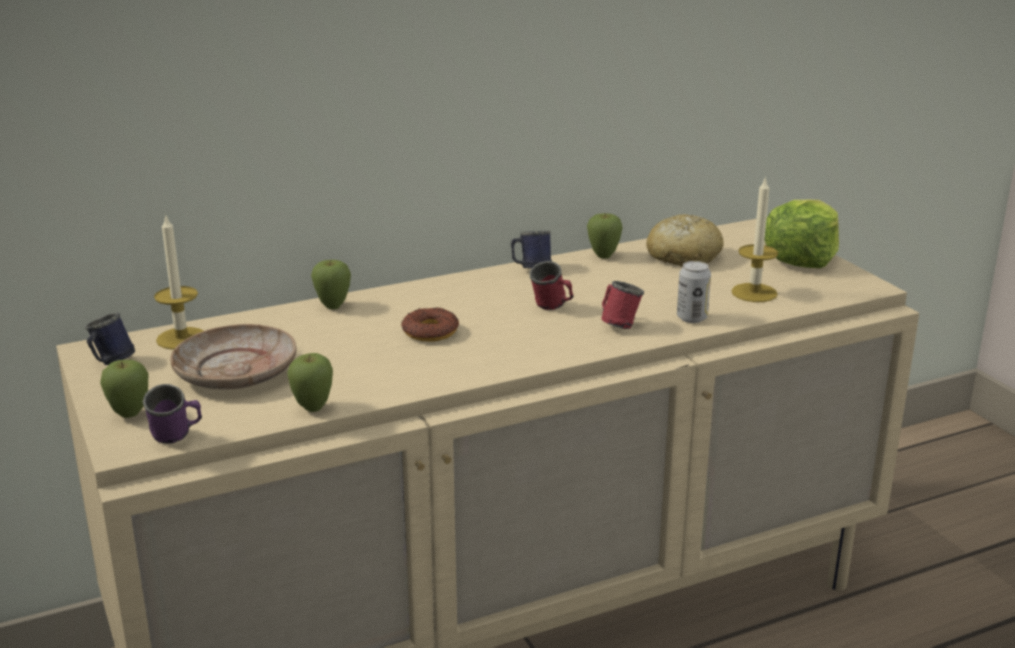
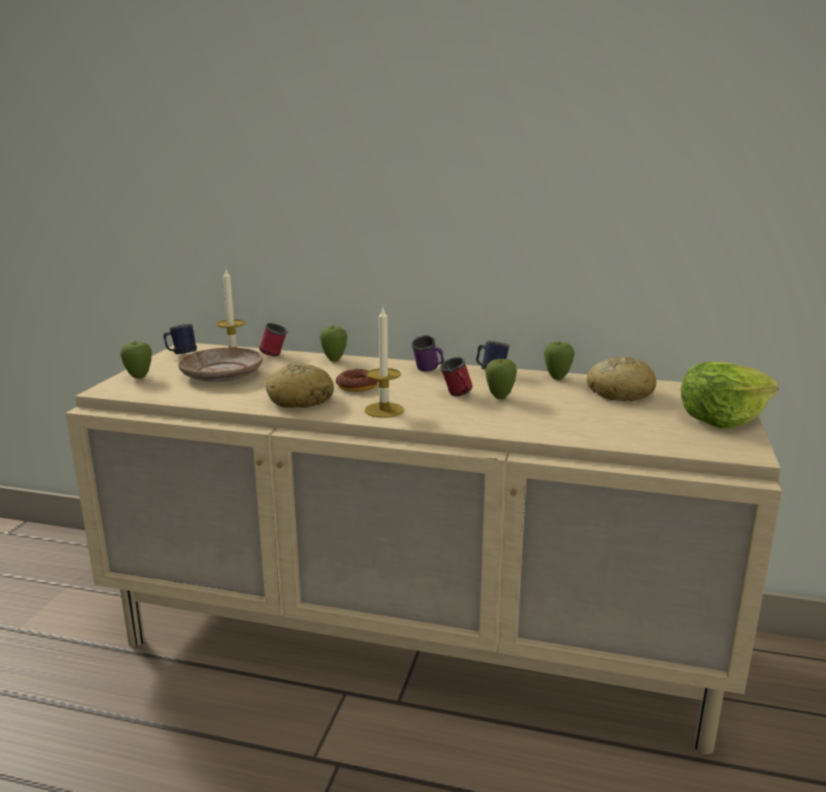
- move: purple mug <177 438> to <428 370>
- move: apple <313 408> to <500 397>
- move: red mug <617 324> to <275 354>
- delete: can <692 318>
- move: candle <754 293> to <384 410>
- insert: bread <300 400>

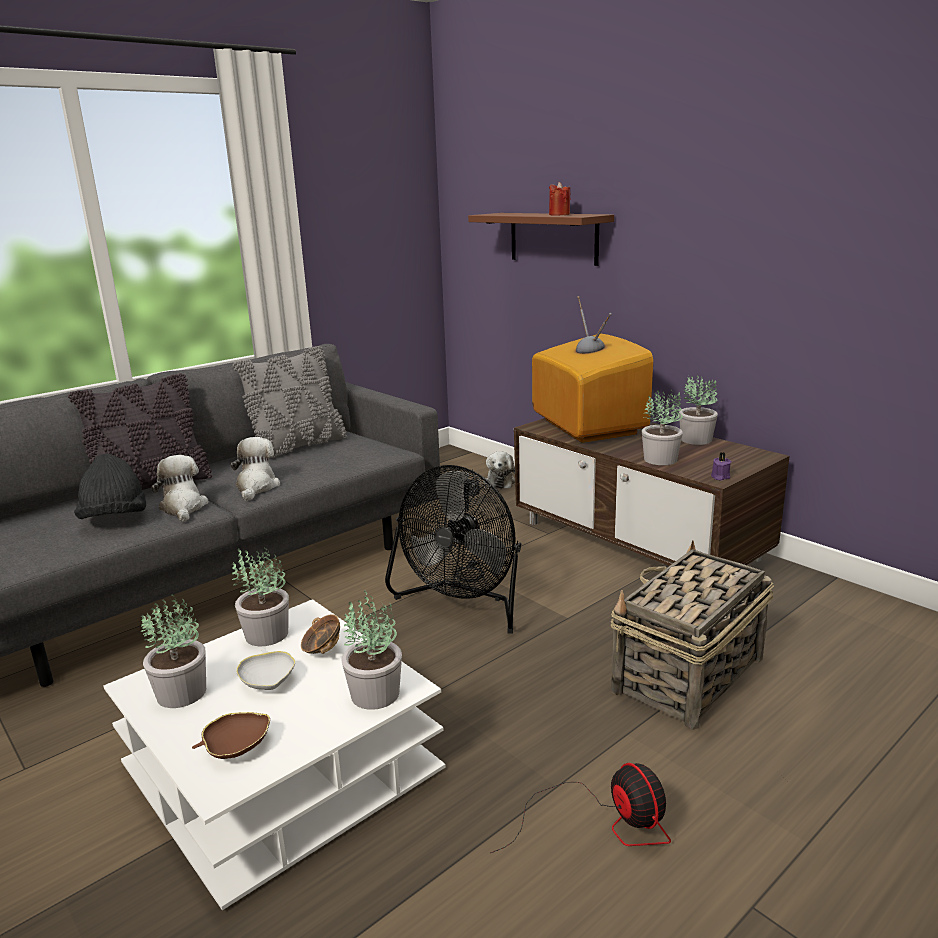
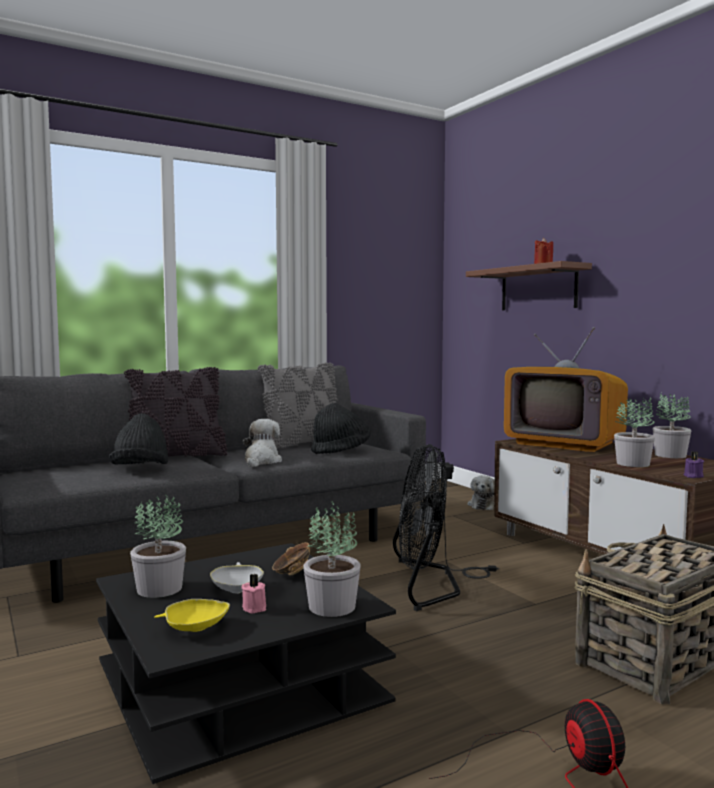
- recolor: white coffee table <281 767> to black coffee table <238 682>
- delete: plush toy <183 508>
- recolor: brown bowl <236 747> to yellow bowl <194 628>
- delete: potted plant <265 634>
- rotate: black fan <461 600> = <433 581> 45 degrees clockwise
- rotate: television <588 427> = <564 443> 135 degrees clockwise
- insert: pink candle <255 607>
- insert: black hat <341 451>

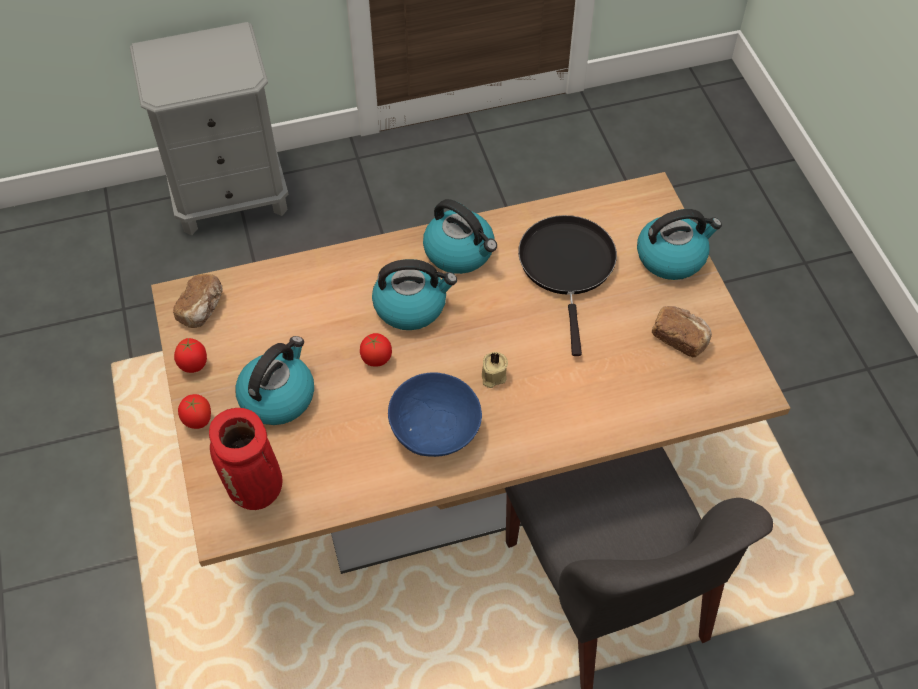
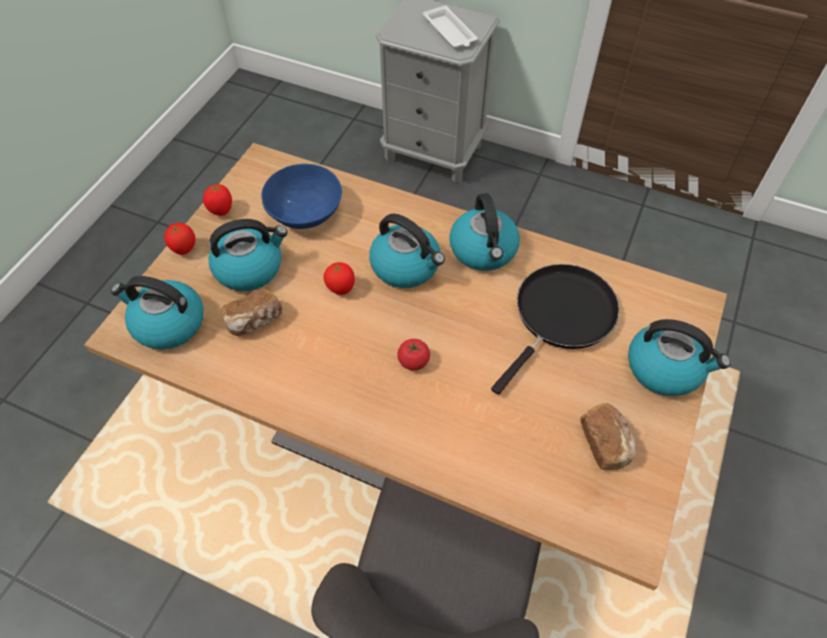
- move: bread <202 309> to <255 322>
- replace: red vase <257 491> to kettle <167 324>
- move: blue bowl <435 430> to <306 213>
- replace: beige candle <492 376> to tomato <413 361>
- insert: white tray <450 32>

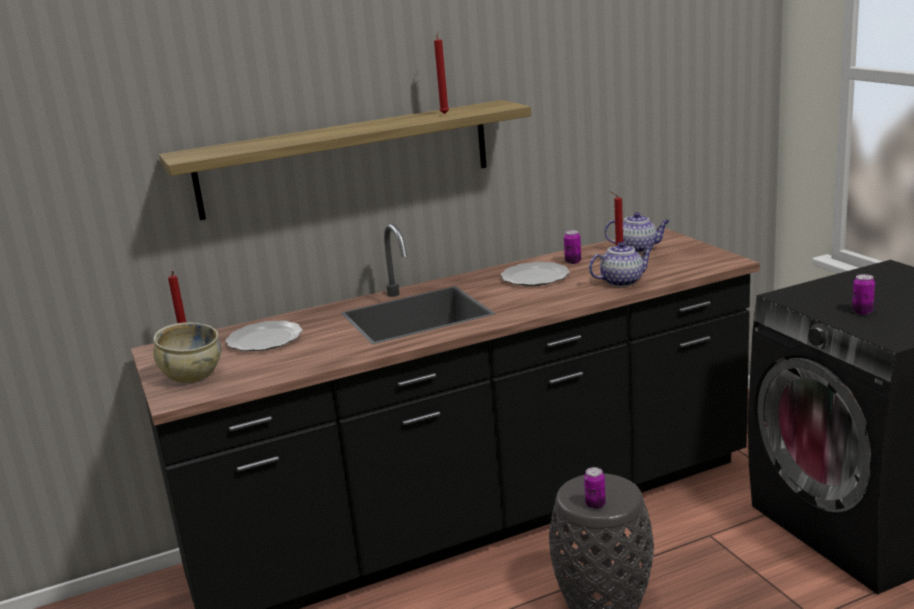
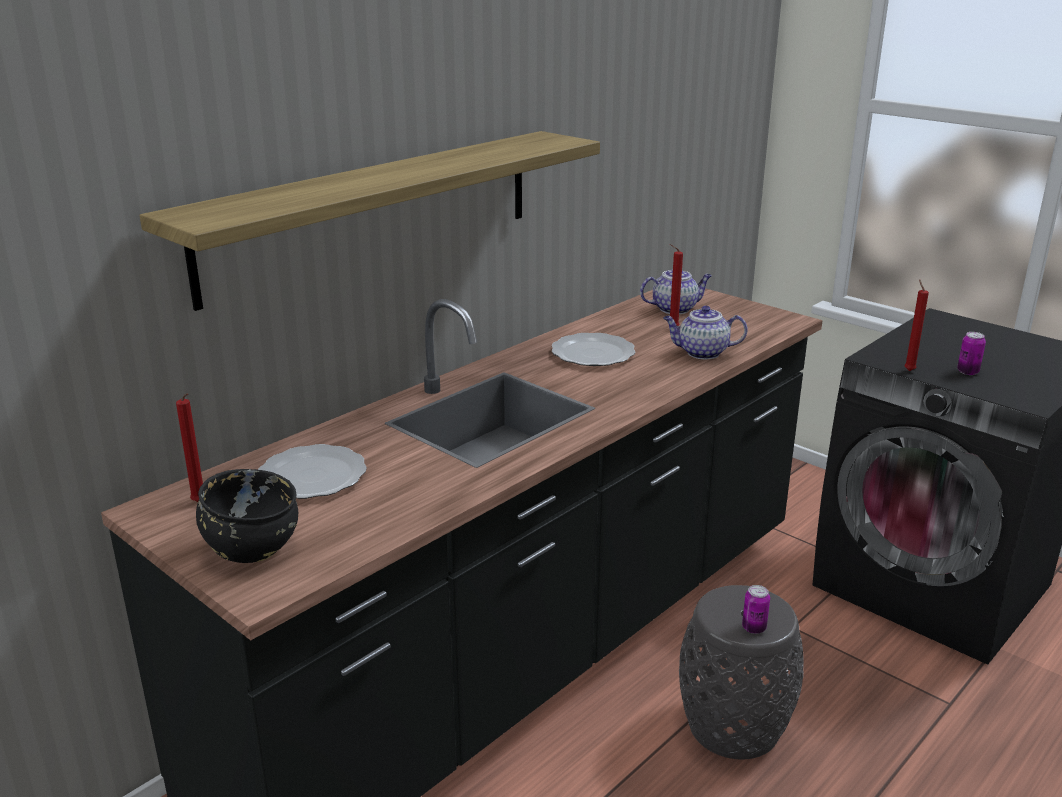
- recolor: beige bowl <192 375> to black bowl <251 548>
- move: red candle <445 113> to <908 370>
- delete: can <573 262>
- rotate: teapot <622 281> = <701 353> 135 degrees counterclockwise

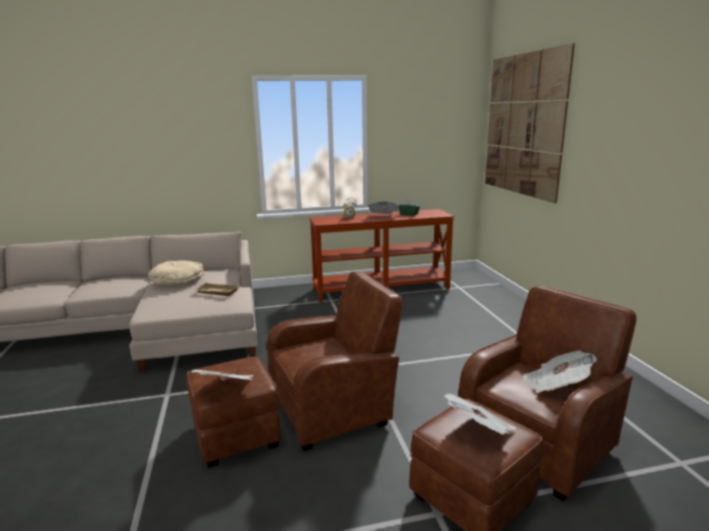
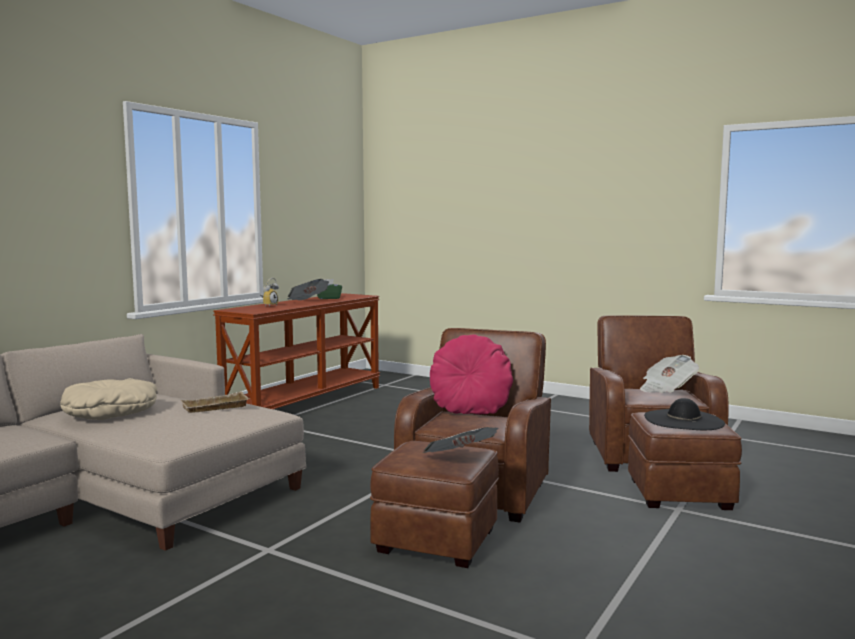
- replace: newspaper <479 430> to black hat <683 420>
- delete: picture <523 125>
- insert: pink pillow <470 412>

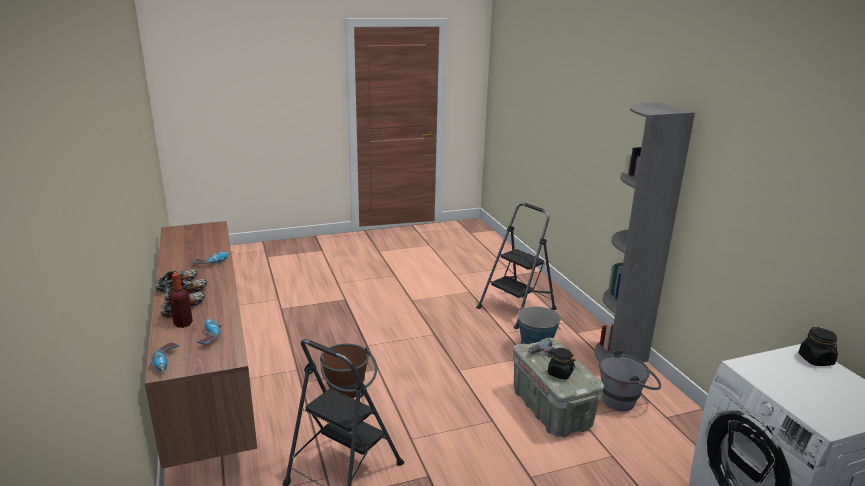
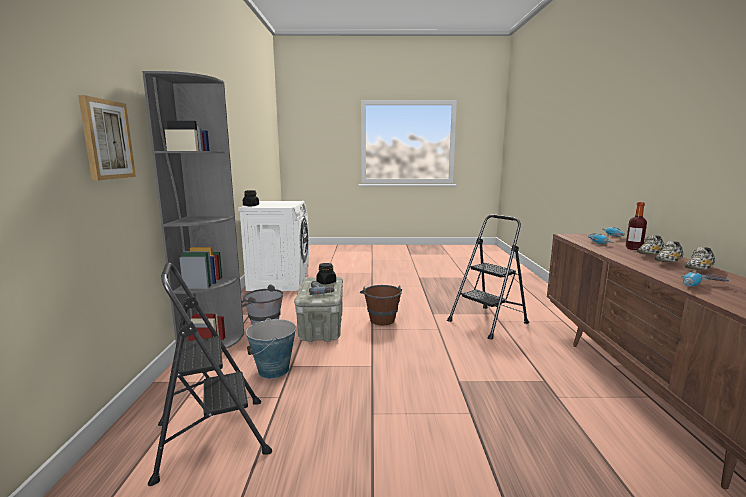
- move: brown bucket <348 394> to <381 318>
- insert: picture <106 140>

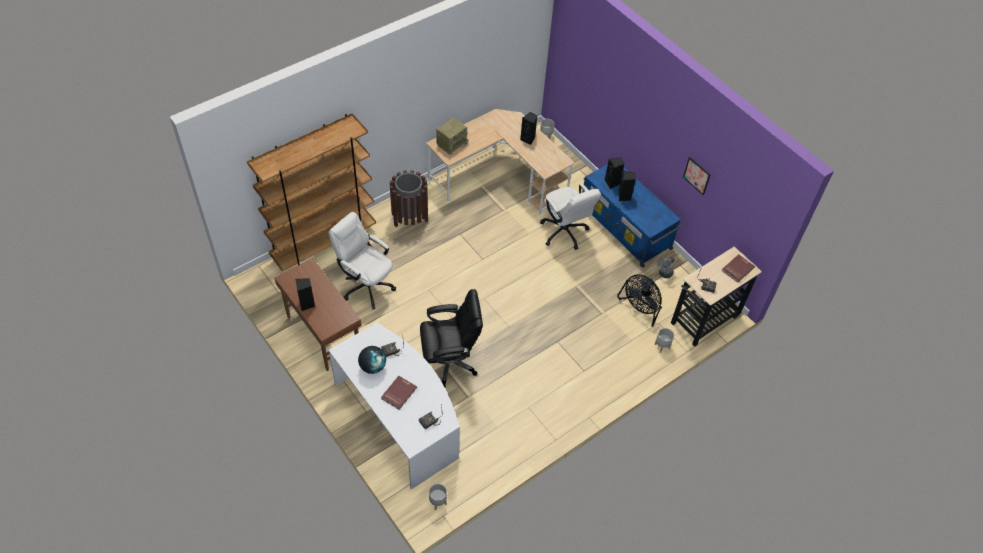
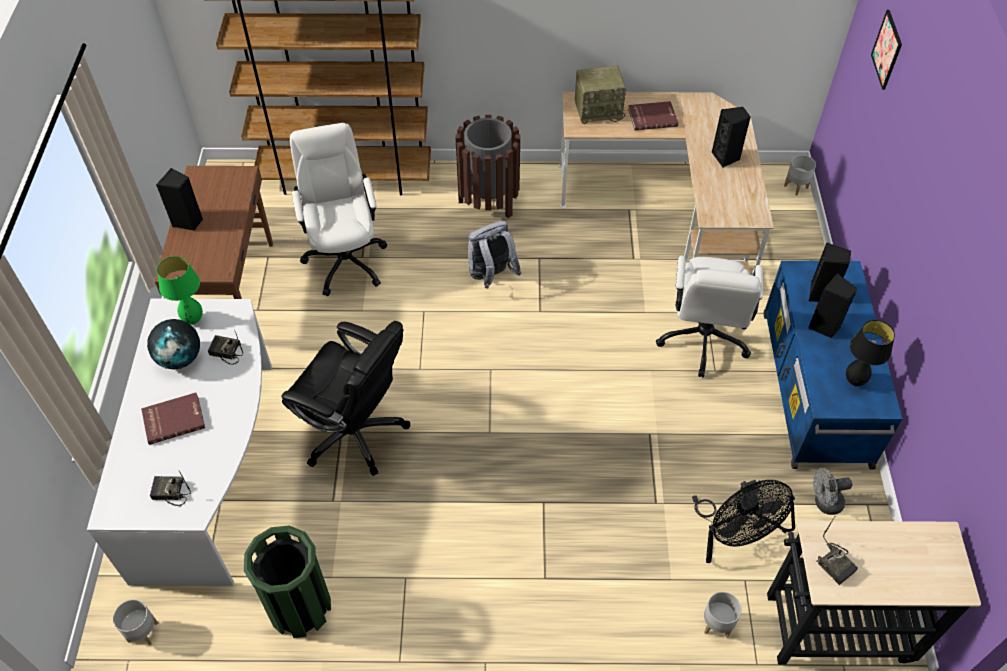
- rotate: black fan <640 306> = <734 532> 105 degrees counterclockwise
- move: picture <697 175> to <887 49>
- move: red book <737 269> to <652 117>
- insert: green table lamp <193 320>
- insert: green trash can <300 607>
- insert: grey backpack <491 276>
- insert: black table lamp <854 381>

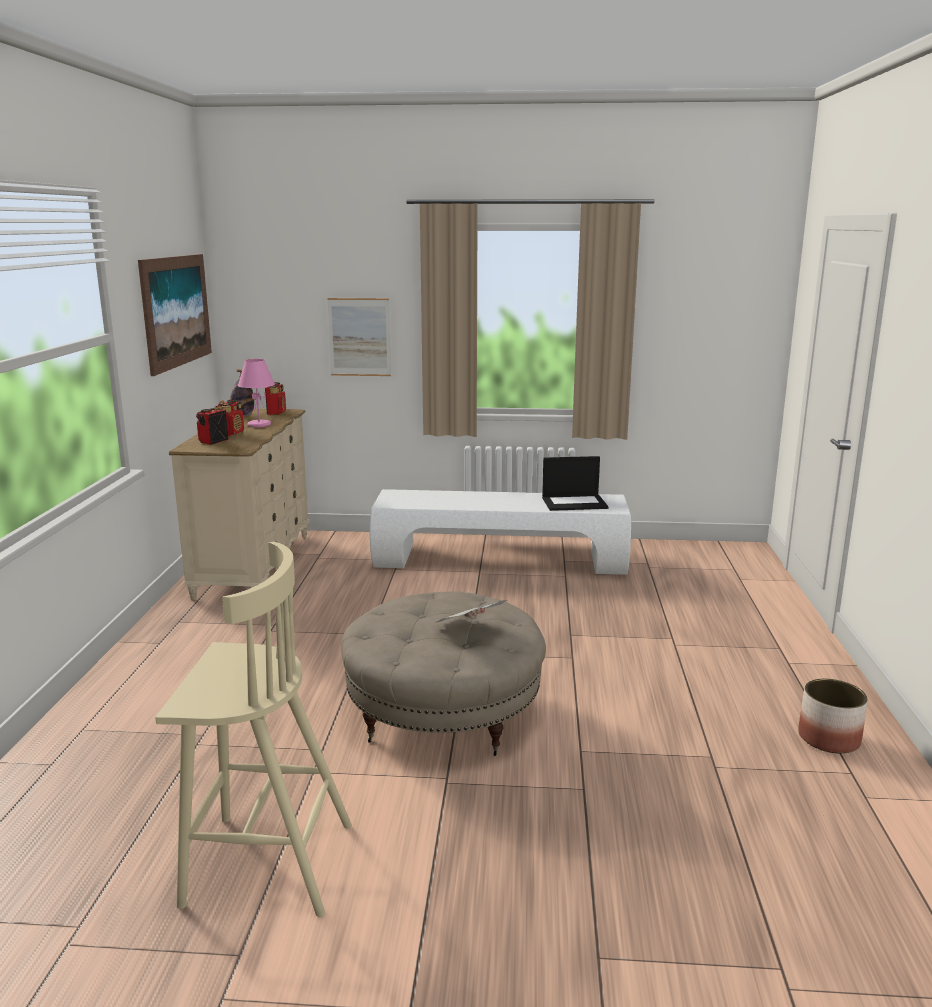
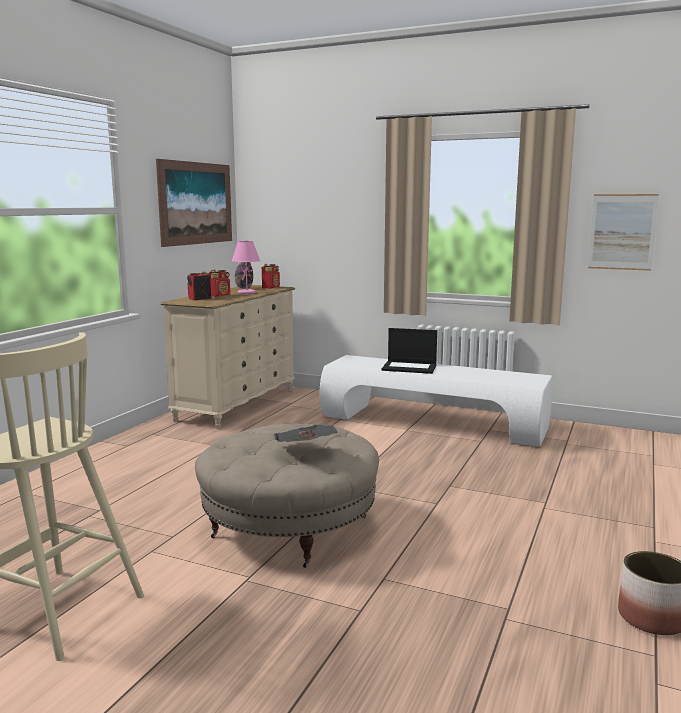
- move: picture <359 337> to <622 232>
- move: laptop <575 502> to <410 367>

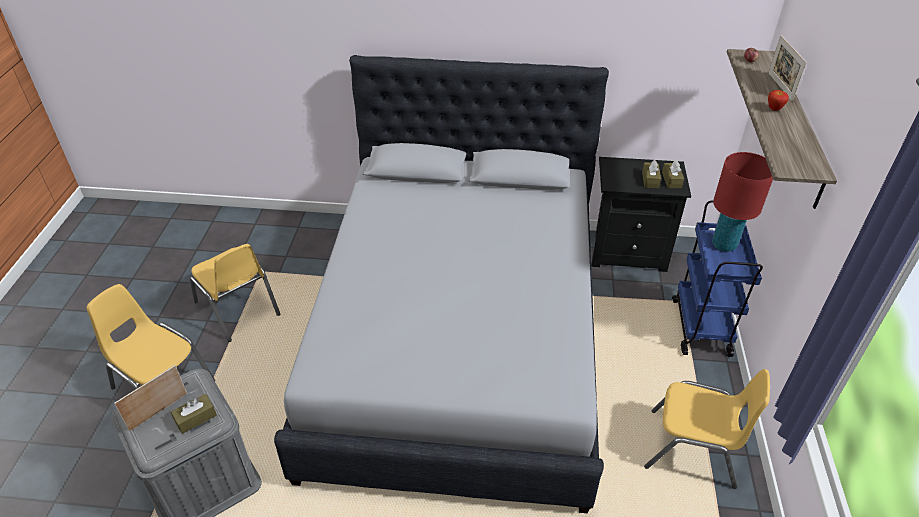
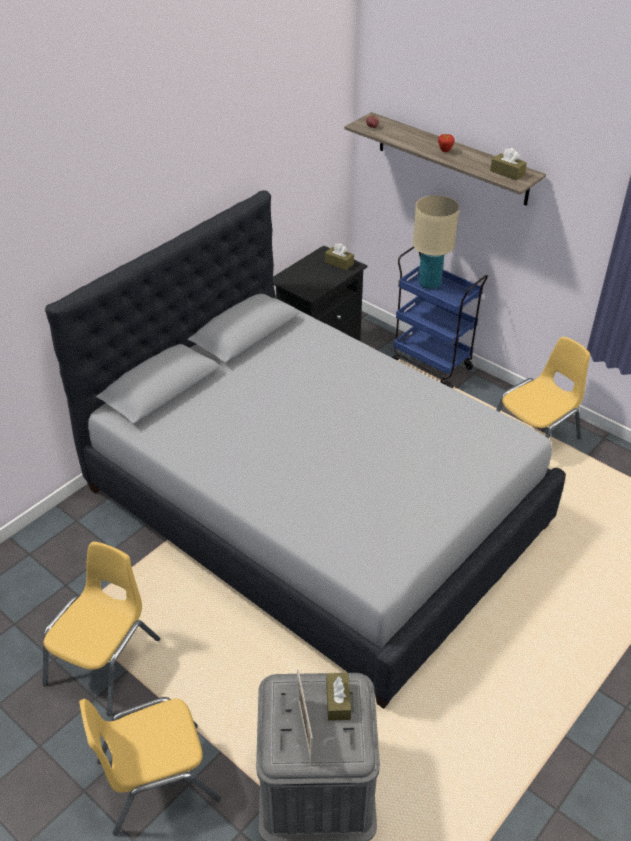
- rotate: yellow chair <238 308> = <105 662> 60 degrees counterclockwise
- move: brown tissue box <650 180> to <507 173>
- recolor: red table lamp <723 244> to beige table lamp <429 284>
- delete: picture frame <780 86>

